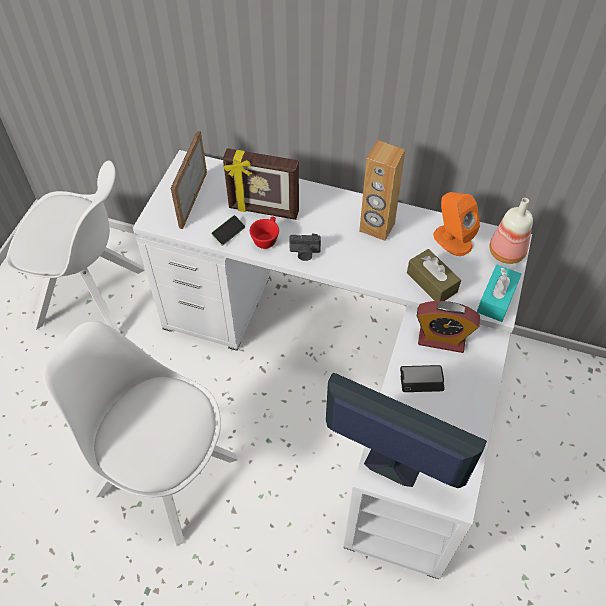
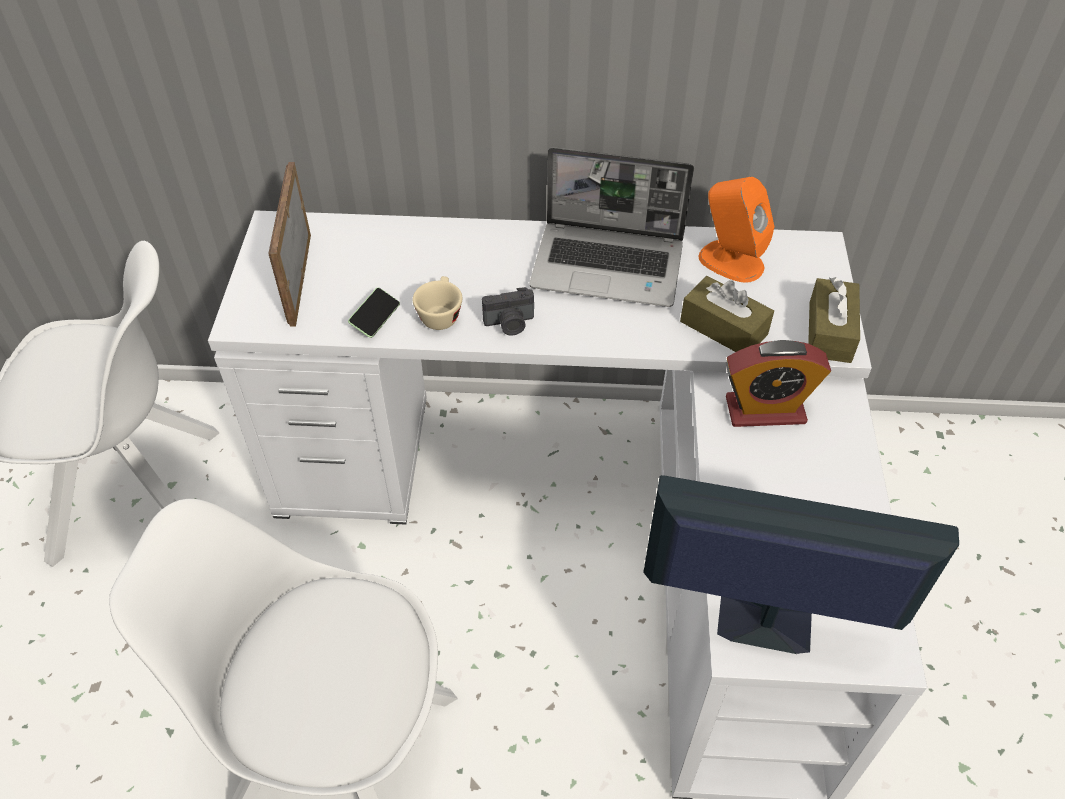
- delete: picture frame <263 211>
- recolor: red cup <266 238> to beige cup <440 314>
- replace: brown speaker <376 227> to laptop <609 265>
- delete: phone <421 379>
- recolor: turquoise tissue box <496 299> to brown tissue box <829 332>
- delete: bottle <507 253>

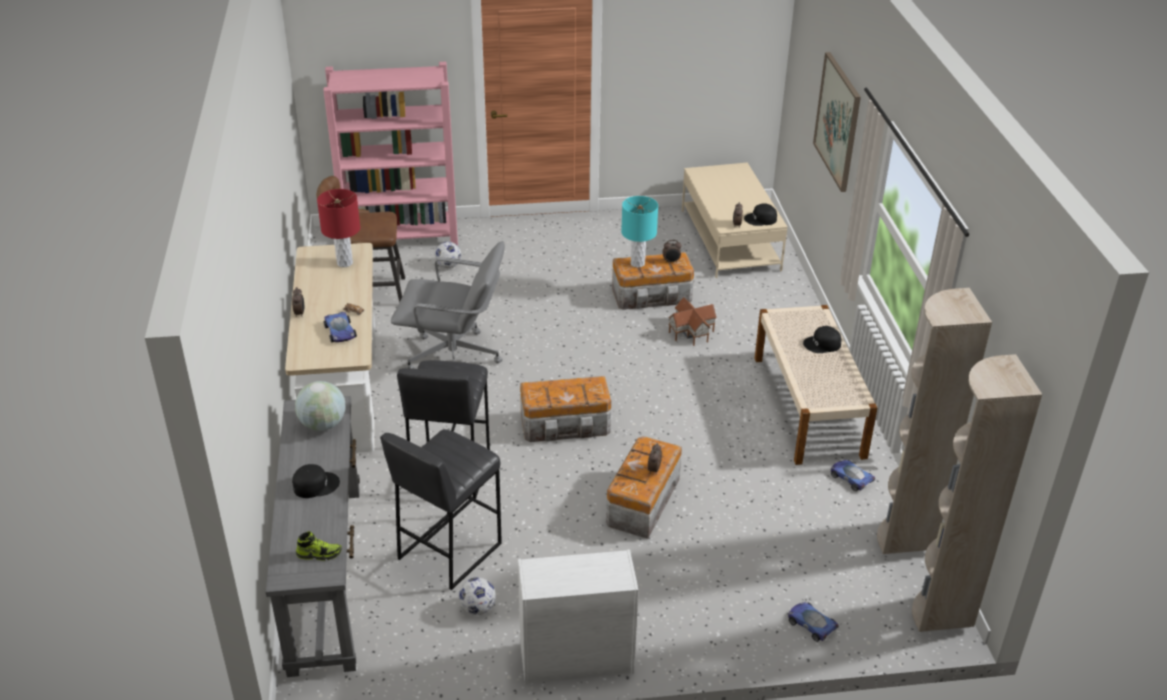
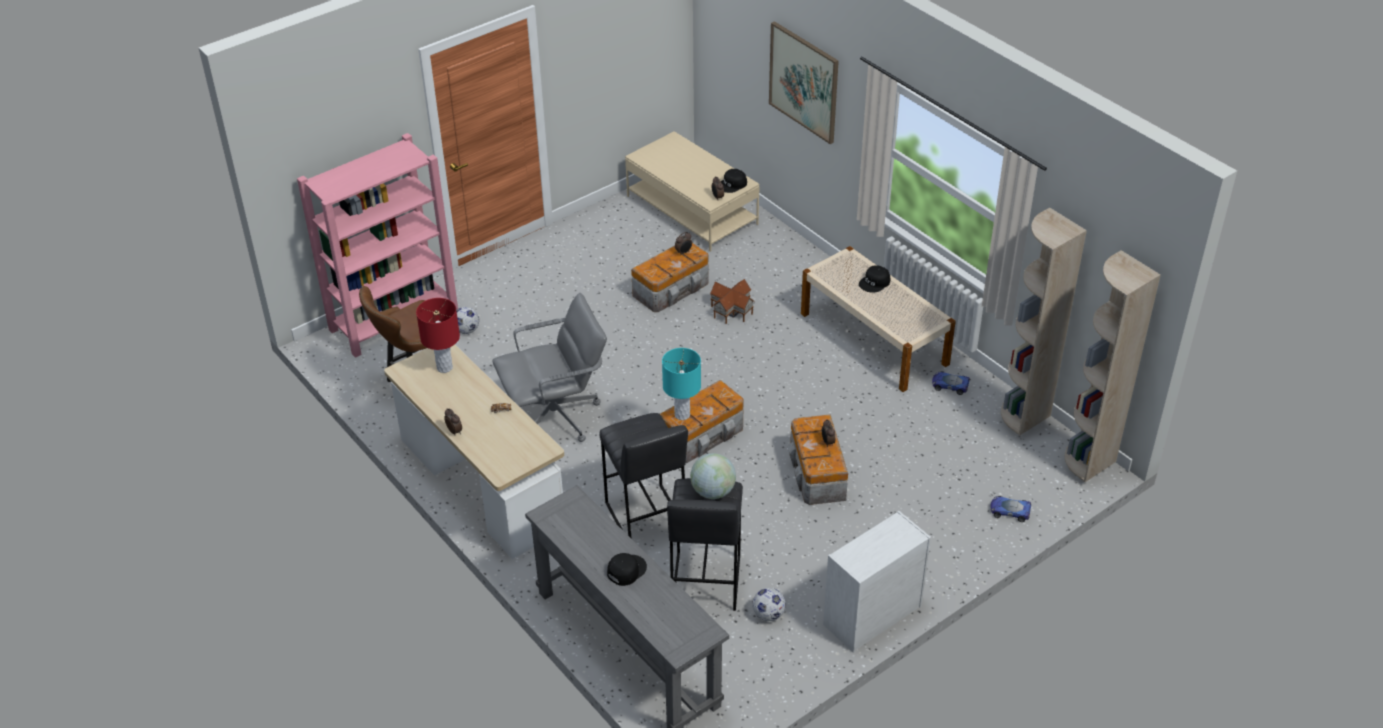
- move: globe <323 425> to <713 492>
- delete: shoe <319 554>
- delete: toy car <340 332>
- move: turquoise table lamp <637 263> to <682 415>

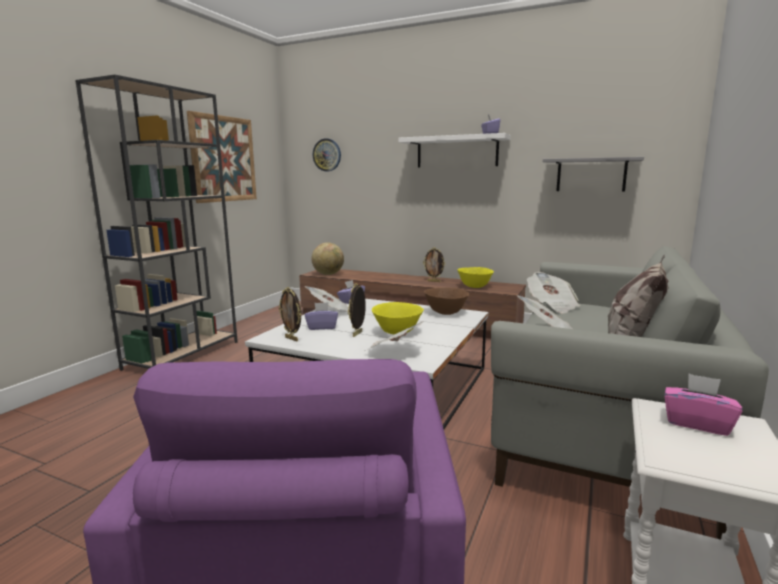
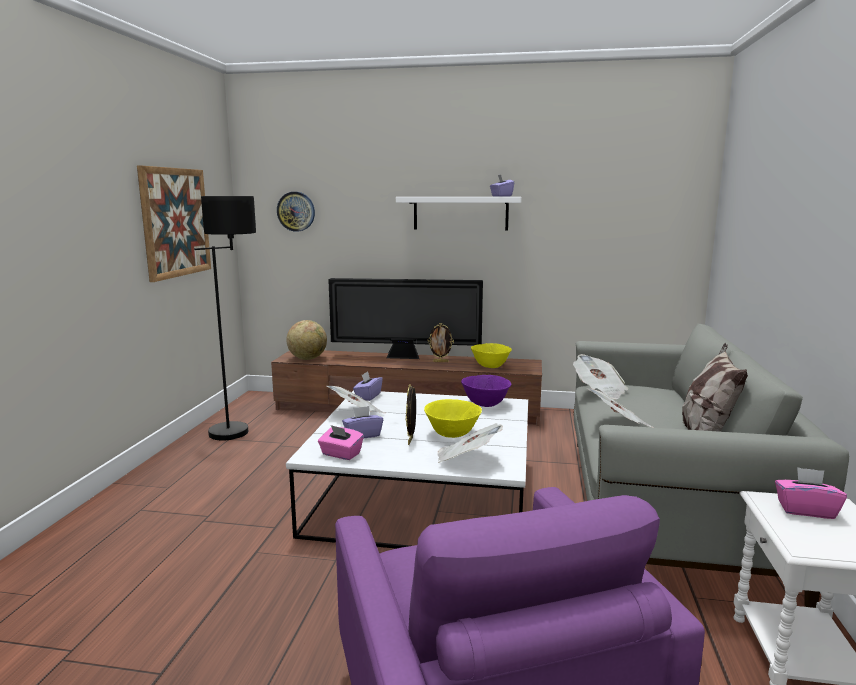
- delete: bookcase <183 355>
- replace: picture frame <292 339> to pink tissue box <341 454>
- recolor: brown bowl <445 313> to purple bowl <485 404>
- delete: grey shelf <591 175>
- insert: black floor lamp <239 430>
- insert: television <405 357>

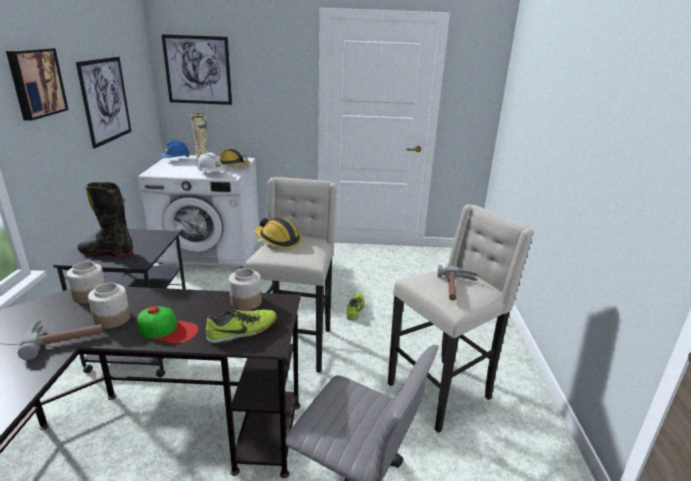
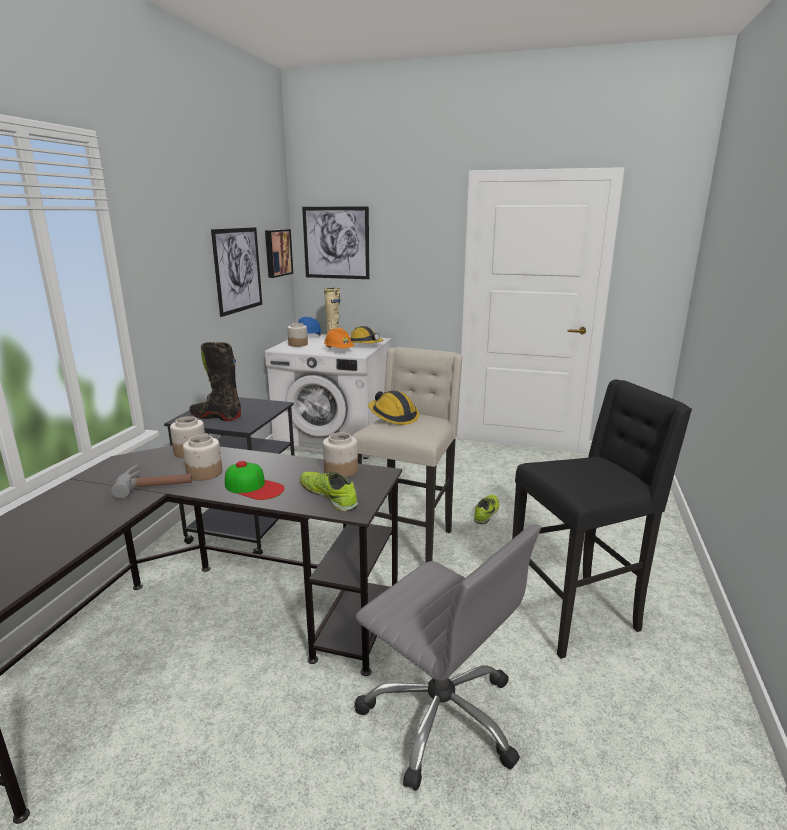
- move: picture <36 83> to <277 252>
- recolor: white hard hat <211 173> to orange hard hat <339 350>
- rotate: shoe <242 332> = <328 496> 120 degrees counterclockwise
- recolor: beige stool <441 391> to black stool <575 614>
- delete: hammer <457 289>
- insert: jar <298 344>

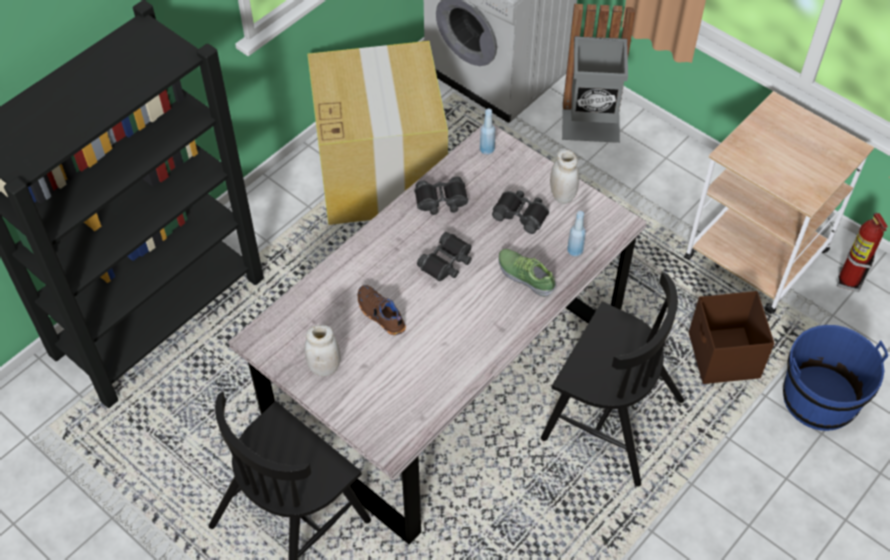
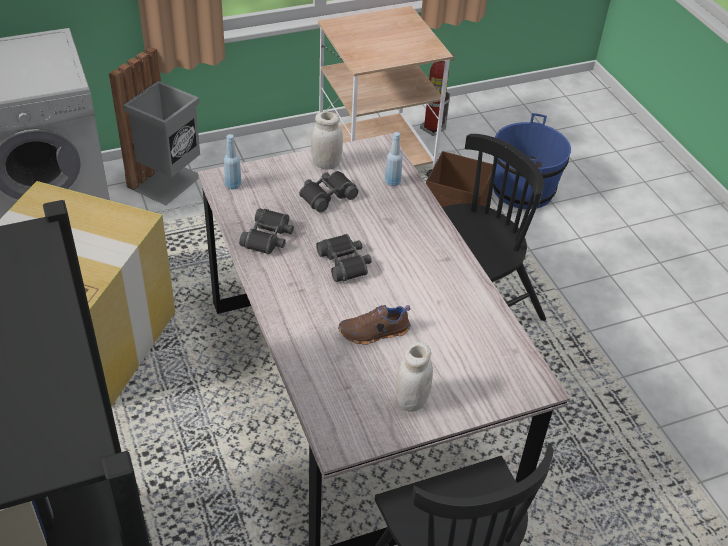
- delete: shoe <526 276>

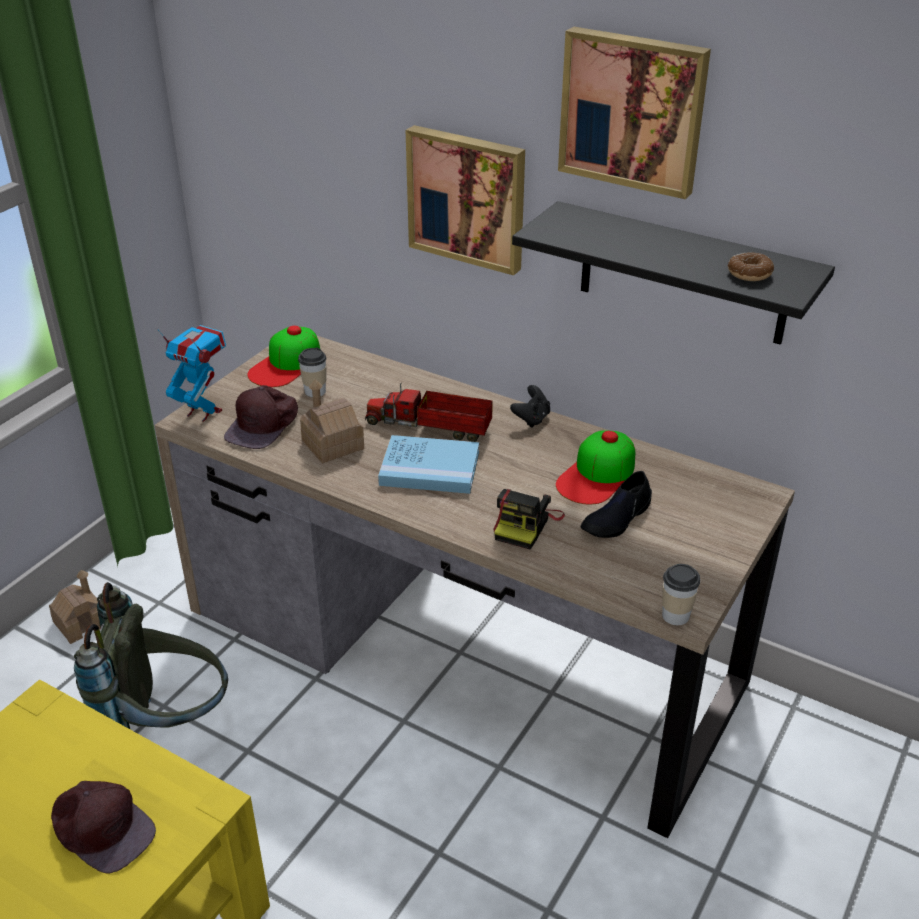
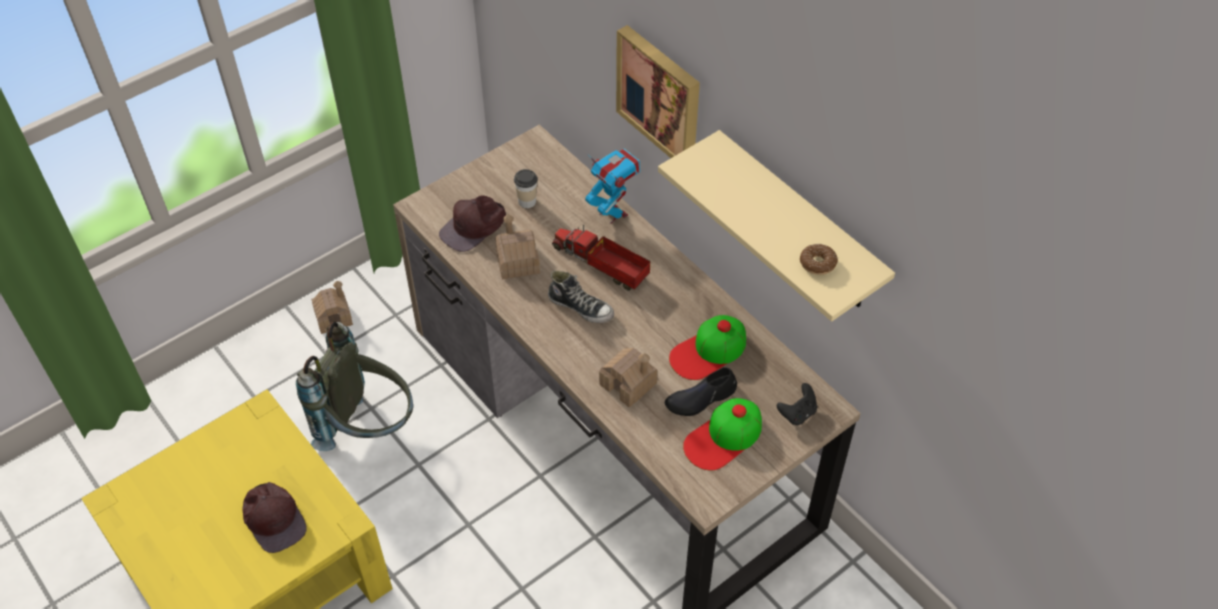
- move: toy robot <203 412> to <612 213>
- move: cap <286 364> to <723 438>
- replace: blue book <429 468> to shoe <581 307>
- replace: photo camera <526 525> to toy house <628 384>
- move: black game controller <531 419> to <797 413>
- recolor: black shelf <683 274> to beige shelf <798 224>
- delete: picture <633 110>
- delete: cup <675 615>

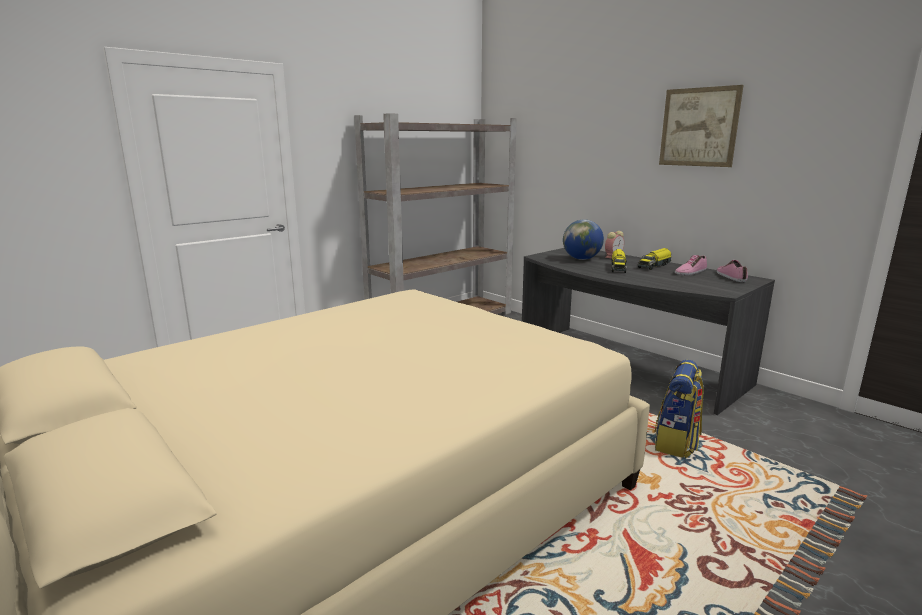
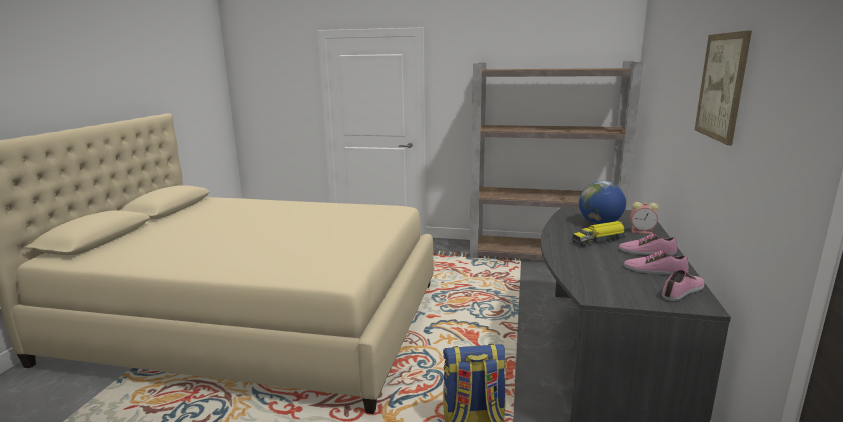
- replace: toy truck <654 265> to shoe <646 252>

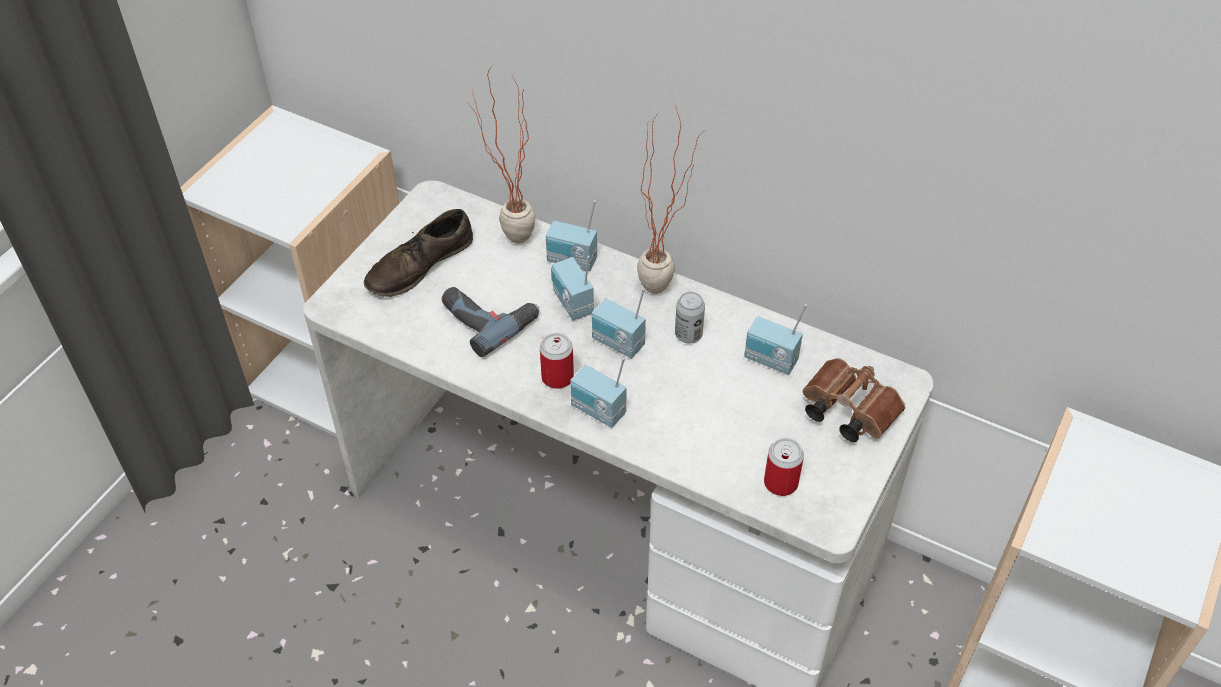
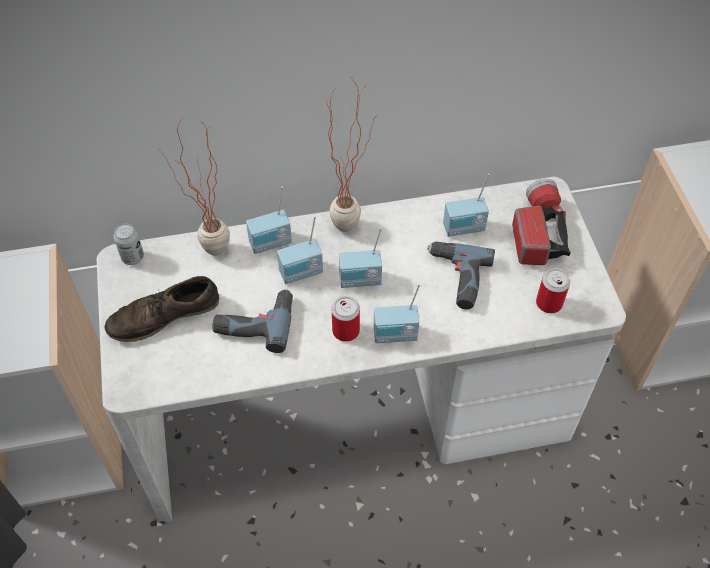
- rotate: brown shoe <419 265> = <164 316> 60 degrees clockwise
- rotate: radio <571 303> = <301 273> 45 degrees counterclockwise
- move: can <688 335> to <133 257>
- replace: brown binoculars <845 410> to flashlight <537 231>
- insert: power drill <456 278>

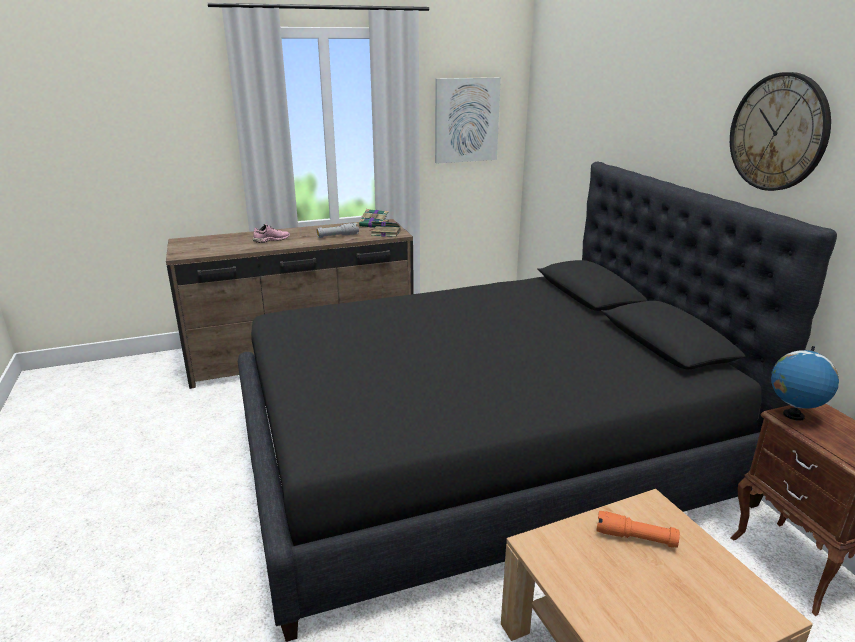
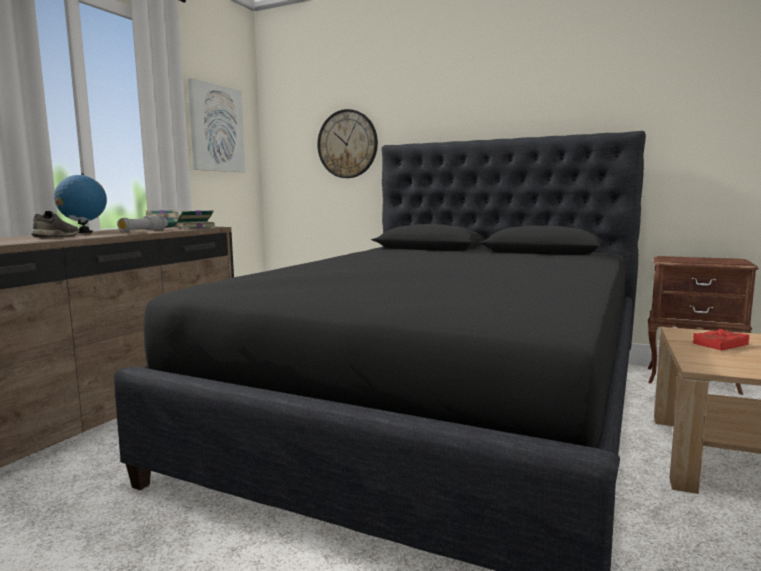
- recolor: pink shoe <271 240> to grey shoe <55 237>
- replace: orange flashlight <635 538> to red book <719 344>
- move: wall clock <778 132> to <347 144>
- move: globe <793 415> to <84 232>

